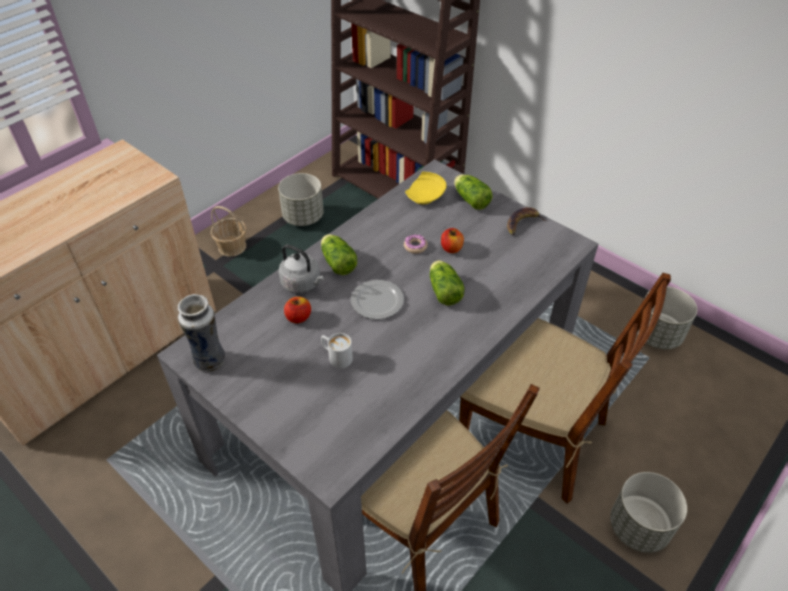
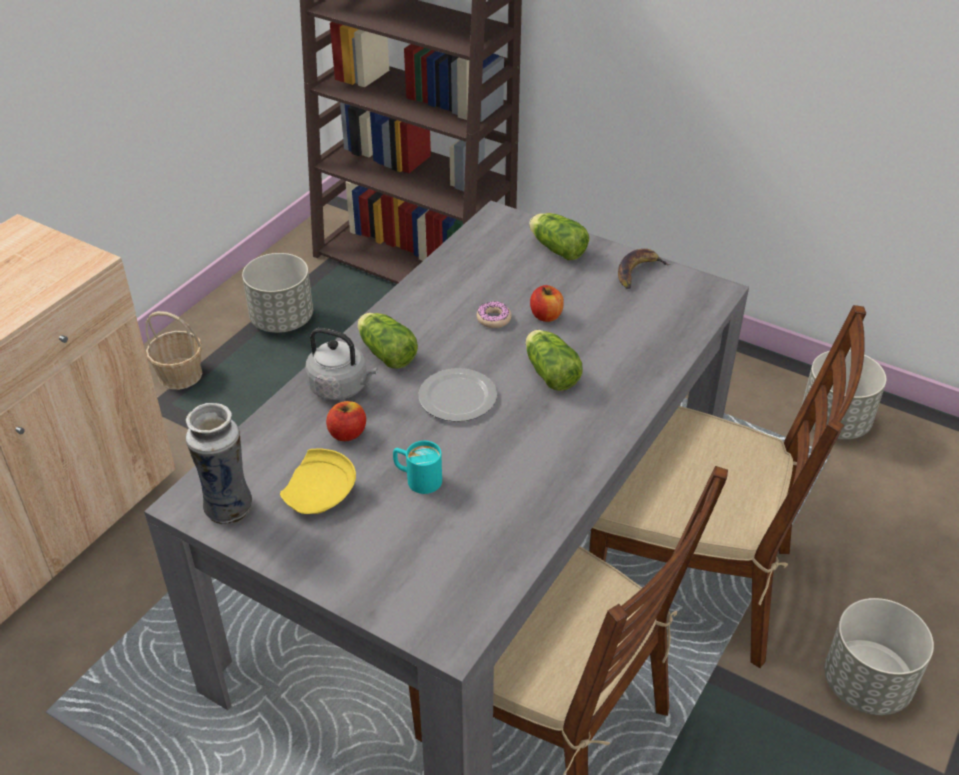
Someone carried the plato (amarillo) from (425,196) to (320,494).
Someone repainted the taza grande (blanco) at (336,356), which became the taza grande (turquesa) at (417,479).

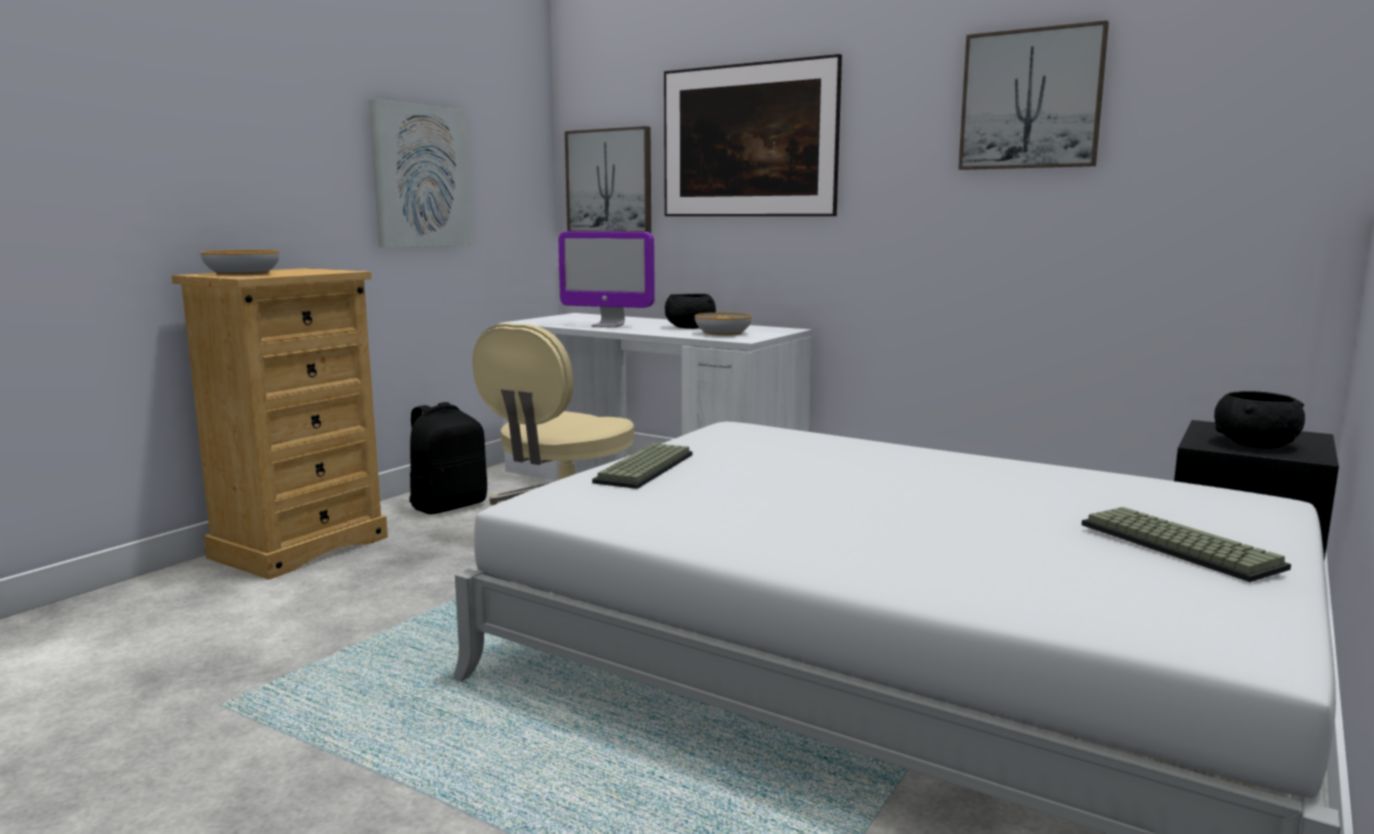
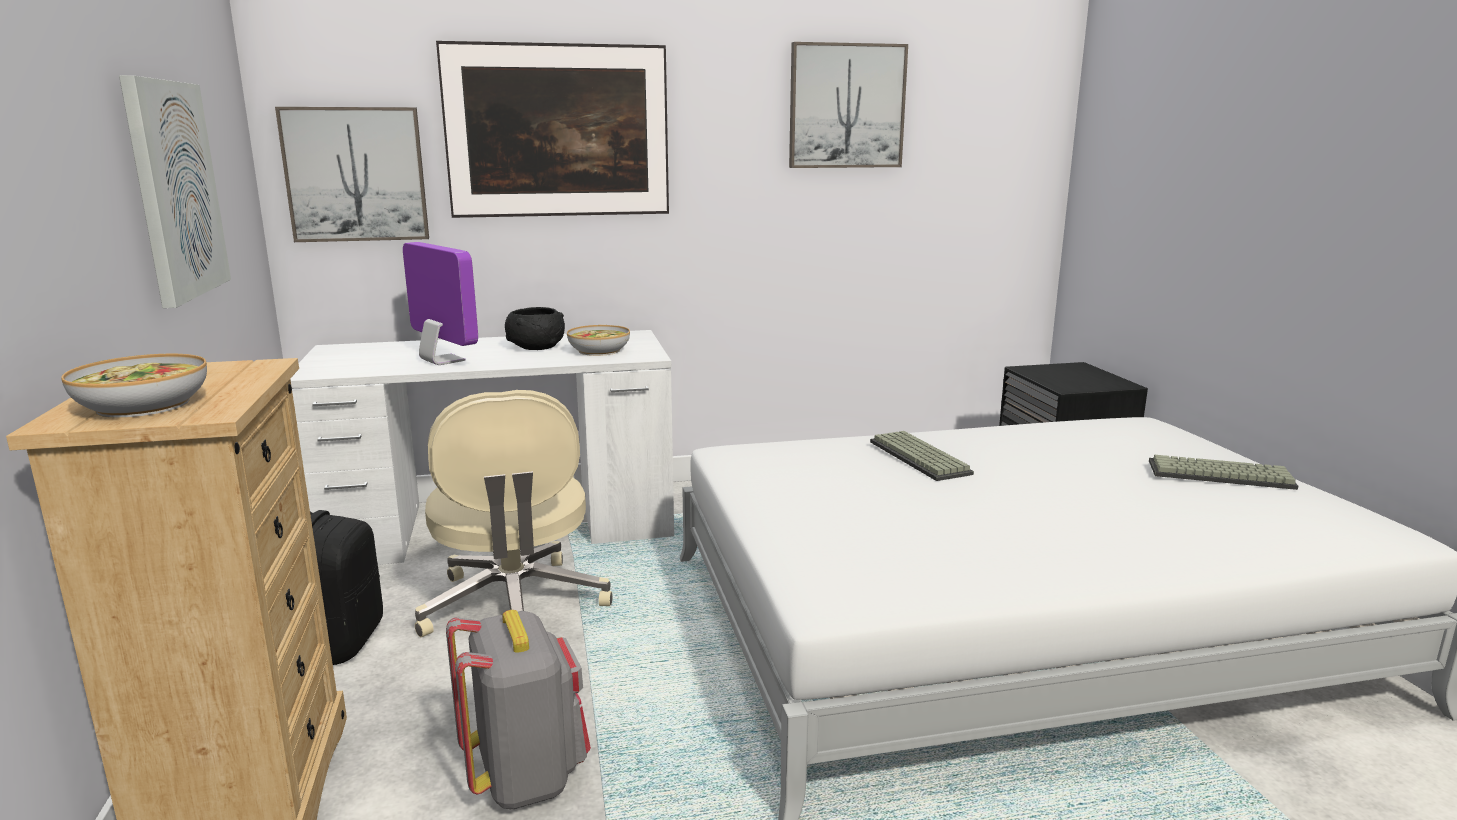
Someone rotated the monitor at (608,325) by 105 degrees counterclockwise.
Someone put down the mochila (gris) at (526,776).
Someone carried the teclado from (646,469) to (921,457).
Someone took away the cuenco (negro) at (1255,443).

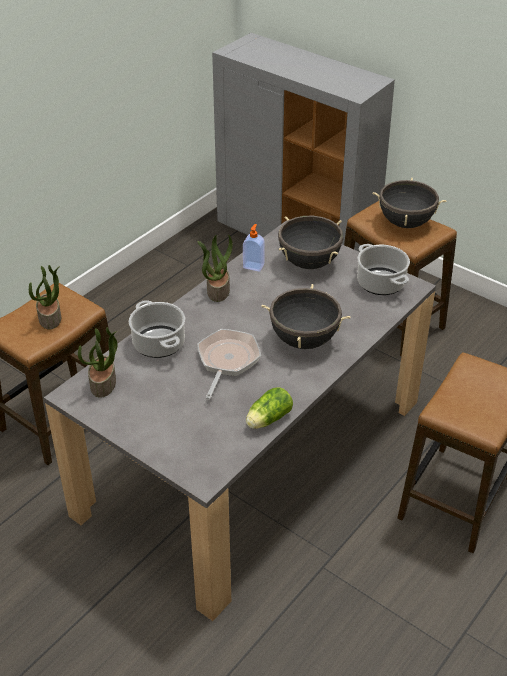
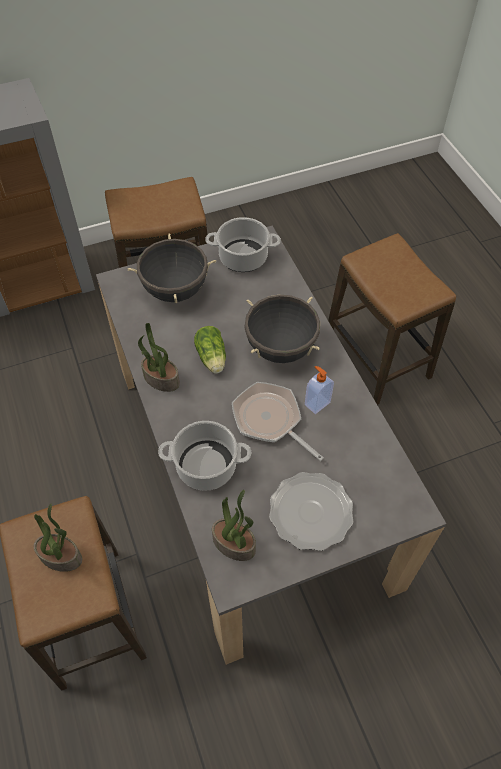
Someone carried the lechuga from (267,420) to (212,358).
Someone put down the plato at (310,512).
Someone carried the dispensador de jabón from (253,266) to (316,403).
Someone took away the olla (negro) at (405,223).

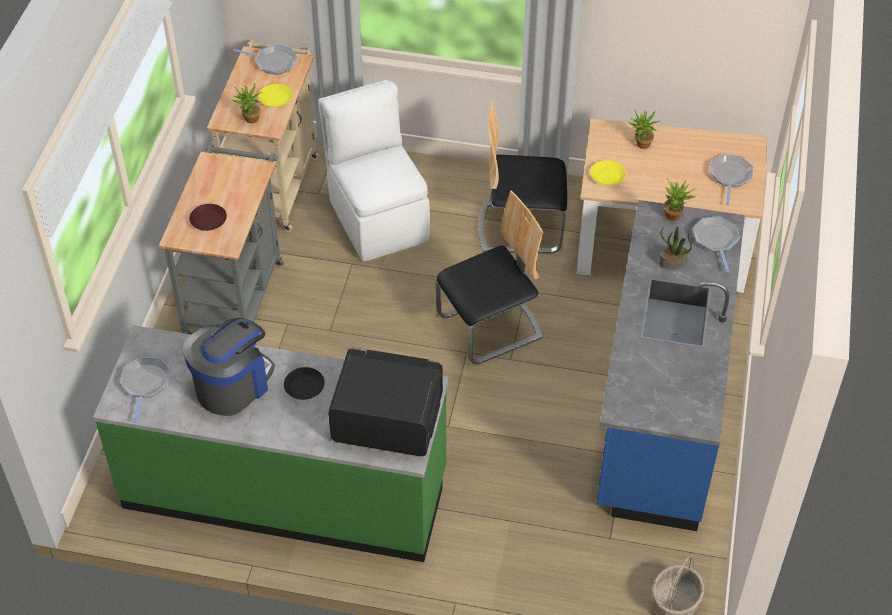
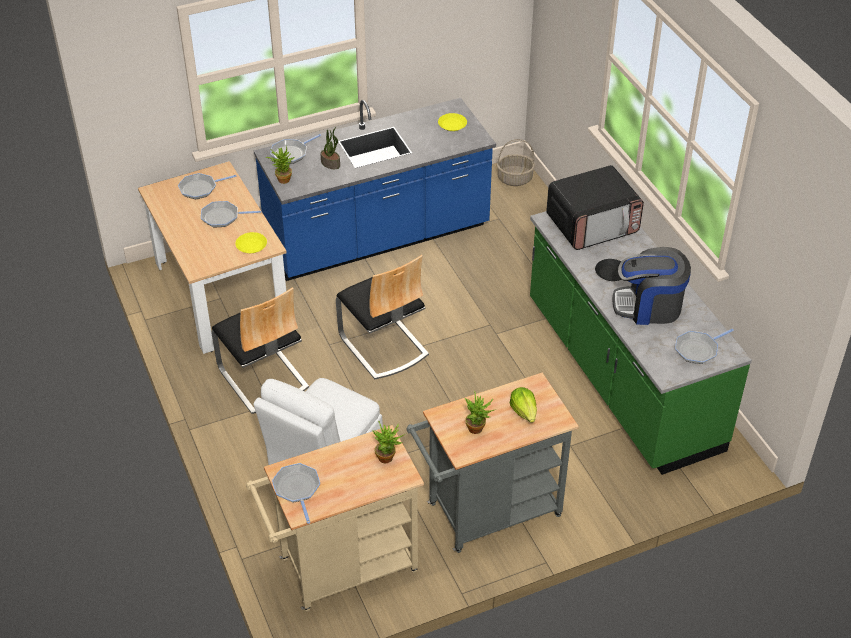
Someone put down the sartén at (222,217).
Someone rotated the silla at (490,328) by 150 degrees counterclockwise.
Someone carried the plato (amarillo) from (276,99) to (452,124).
Someone carried the planta en maceta from (641,145) to (478,429).
Someone swapped the plato (marrón) at (208,220) for the lechuga at (524,411).
Someone rotated the microondas at (386,419) by 90 degrees counterclockwise.

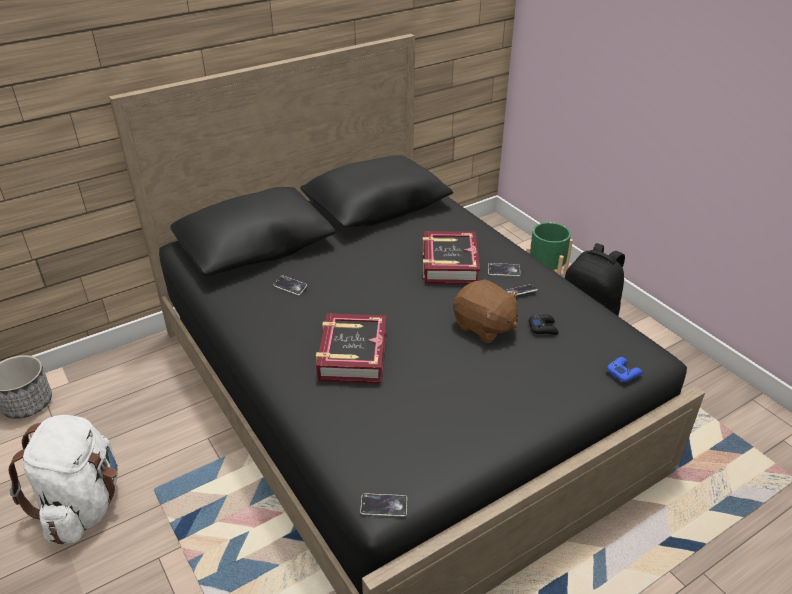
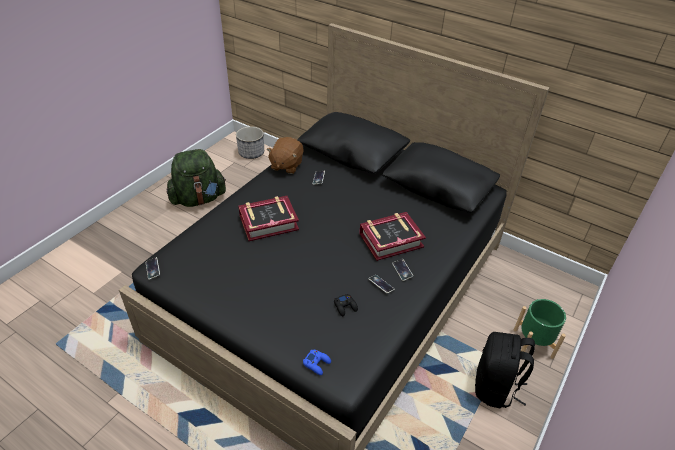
Someone repainted the mochila (blanco) at (83,505), which became the mochila (verde) at (198,199).
Someone carried the peluche (marrón) from (484,327) to (286,165).

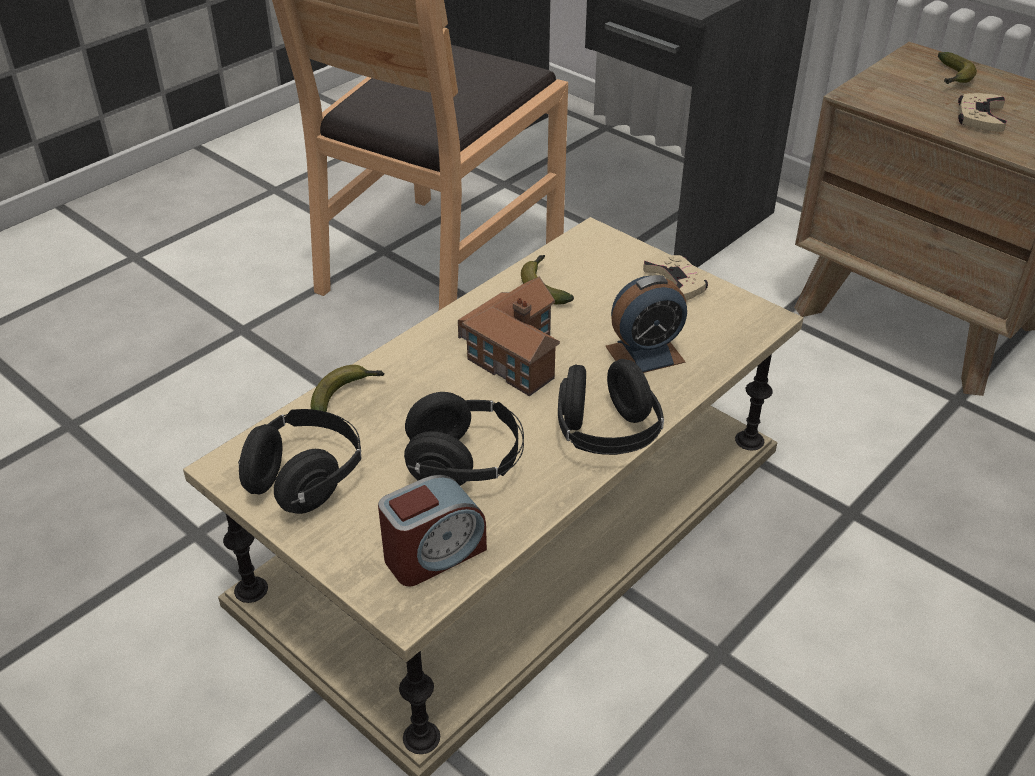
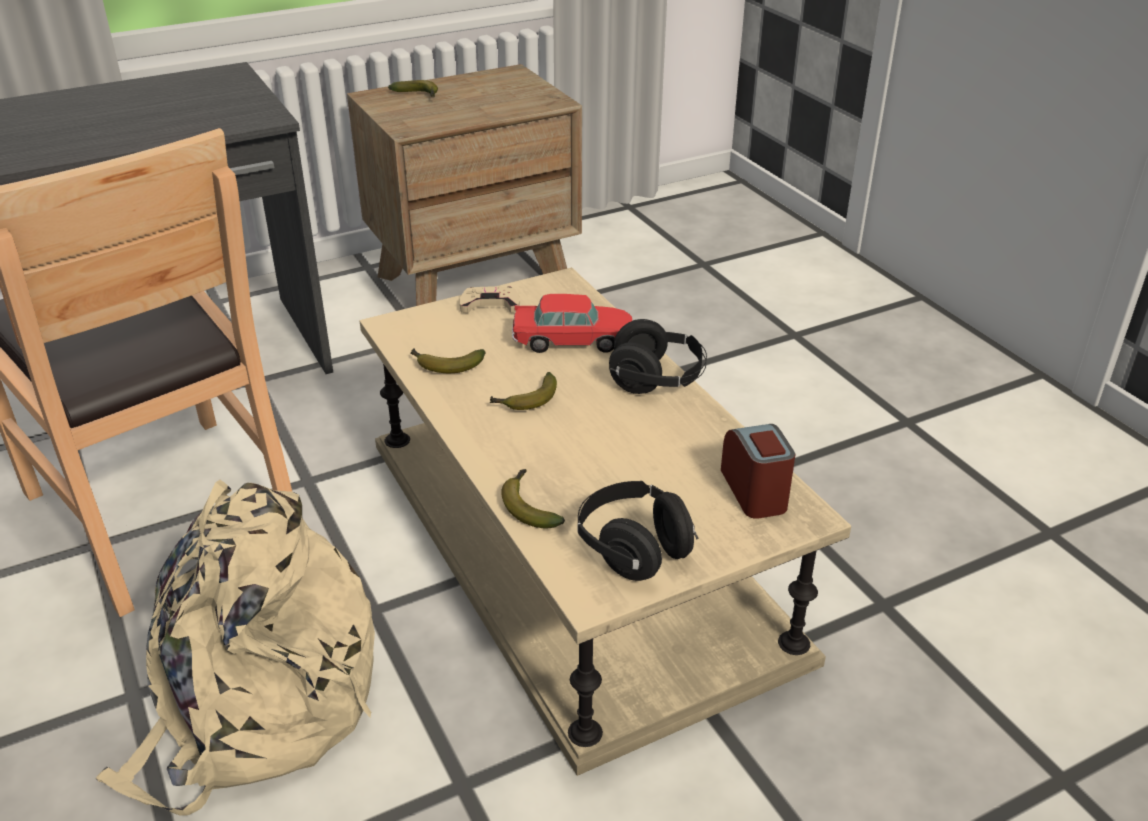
Someone put down the mochila (beis) at (257,706).
Someone swapped the casita at (513,351) for the plátano at (526,401).
Someone swapped the despertador at (645,354) for the coche de juguete at (572,340).
Someone took away the auriculares (negro) at (465,464).
Someone took away the mando de consola (beis) at (979,117).

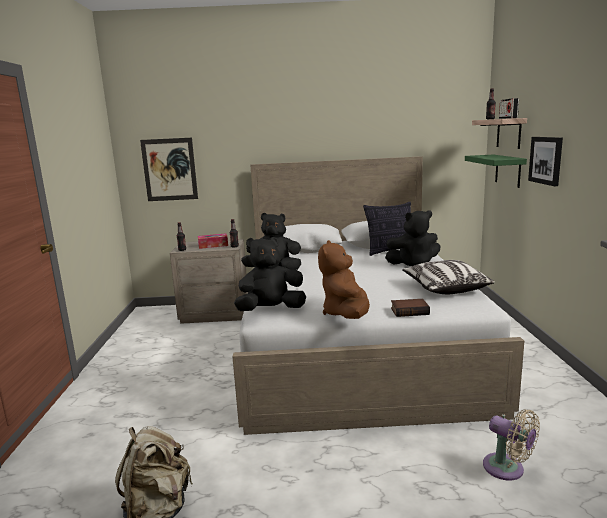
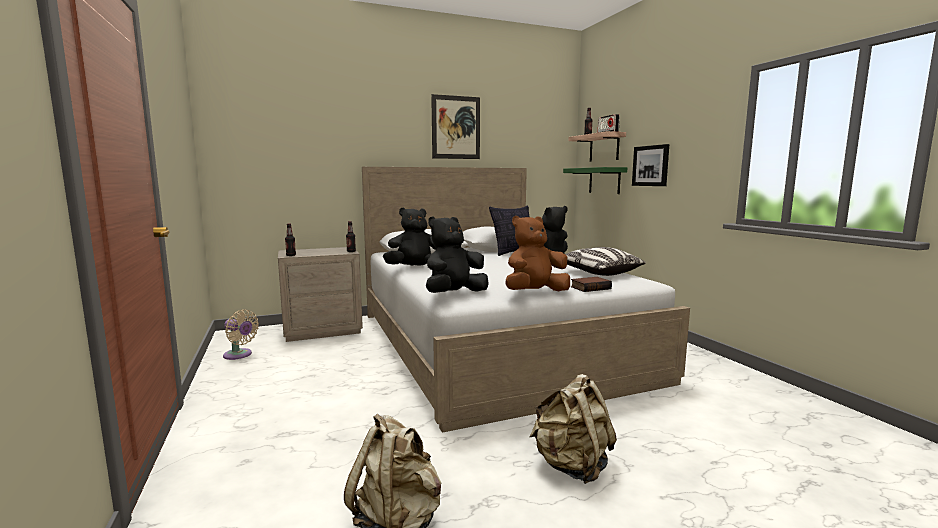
Someone carried the ventilador (beis) from (507,469) to (239,355).
Someone carried the cuadro from (169,169) to (456,127).
Someone rotated the peluche (marrón) at (346,314) by 75 degrees clockwise.
Someone put down the mochila (beis) at (572,466).
Someone took away the caja de pañuelos at (213,245).

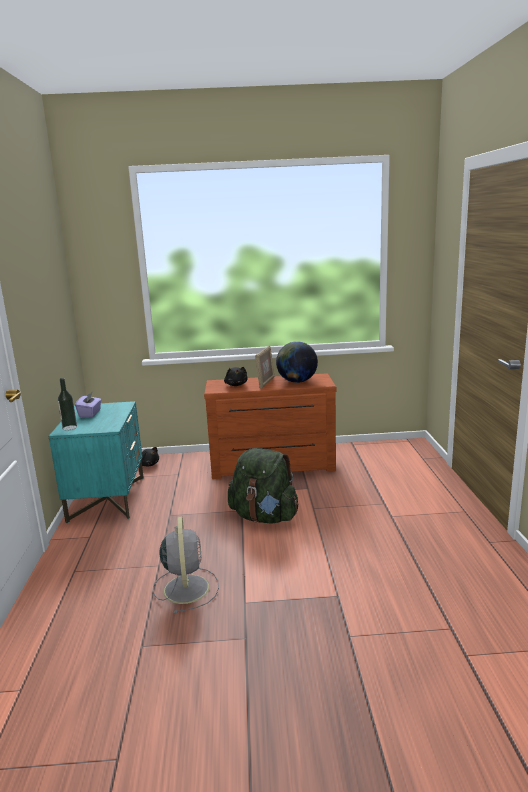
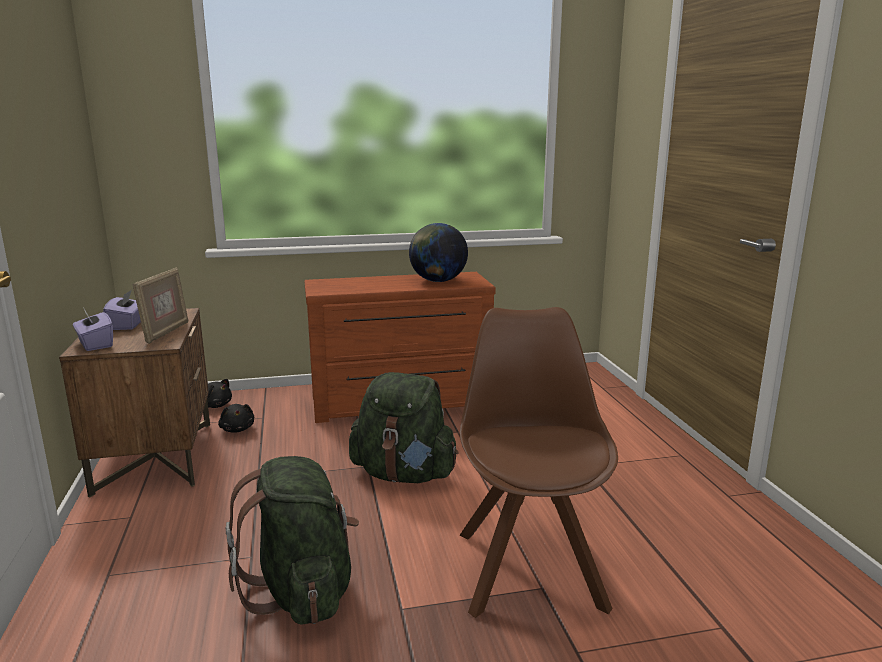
Someone repainted the mesita de noche (turquesa) at (107,498), which became the mesita de noche (marrón) at (155,457).
Someone swapped the botella at (69,428) for the caja de pañuelos (morado) at (95,344).
Someone carried the portarretratos from (265,383) to (165,332).
Someone carried the peluche (negro) from (236,385) to (237,429).
Someone swapped the ventilador (gris) at (186,587) for the mochila (verde) at (302,590).
Someone put down the silla (marrón) at (529,566).

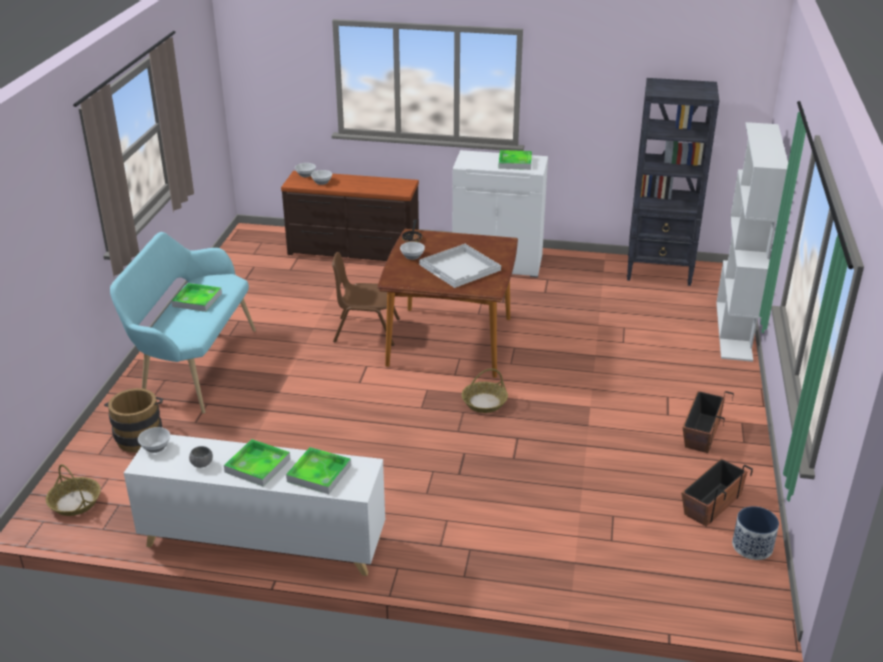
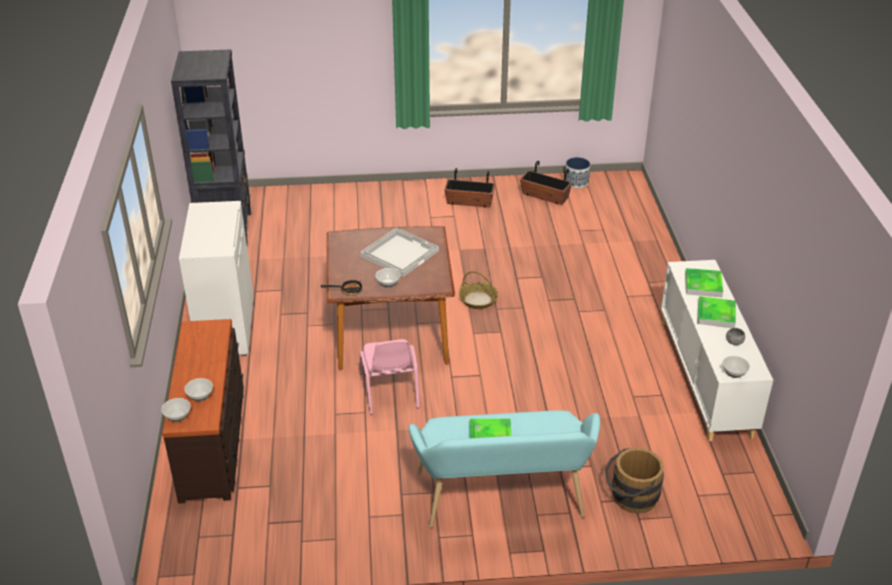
Someone repainted the silla (marrón) at (366,331), which became the silla (rosa) at (389,390).
Someone took away the cesta at (75,502).
Someone took away the bandeja at (515,162).
Someone took away the estantería (blanco) at (734,331).

